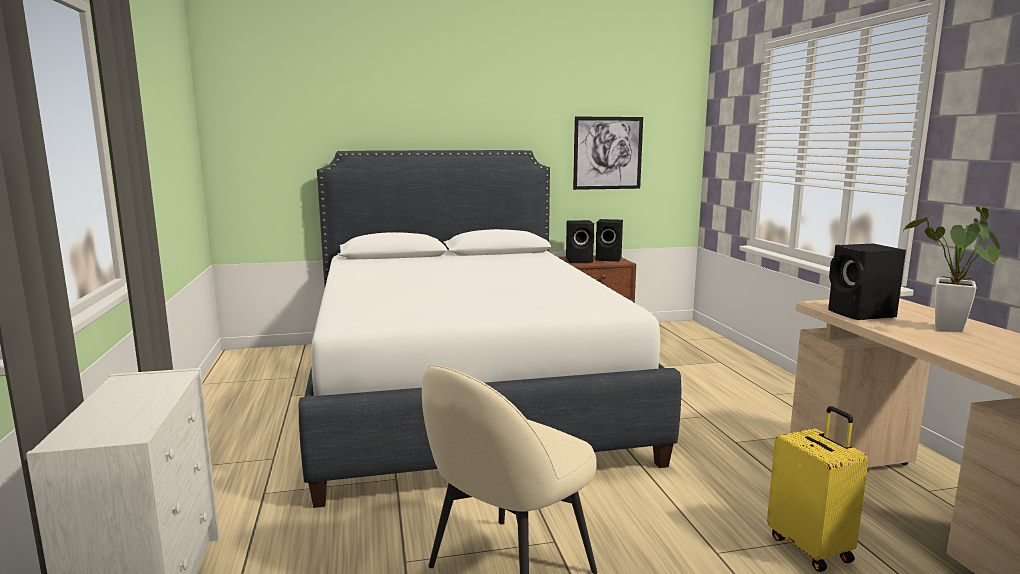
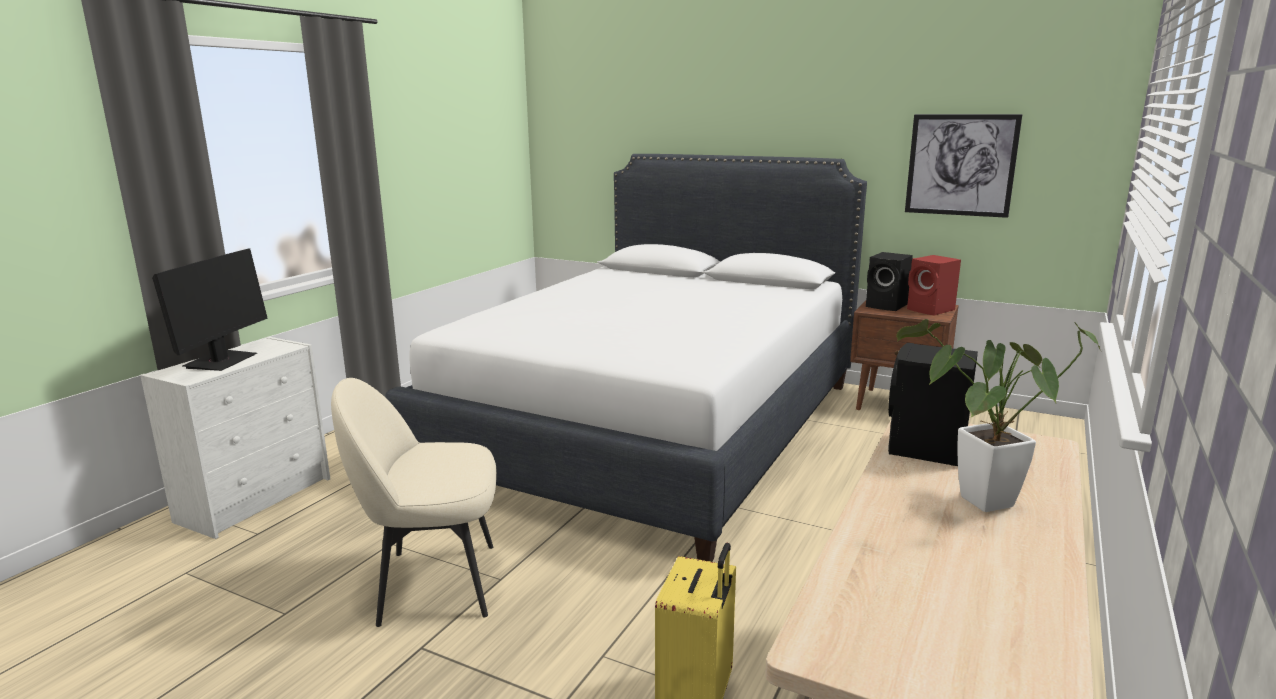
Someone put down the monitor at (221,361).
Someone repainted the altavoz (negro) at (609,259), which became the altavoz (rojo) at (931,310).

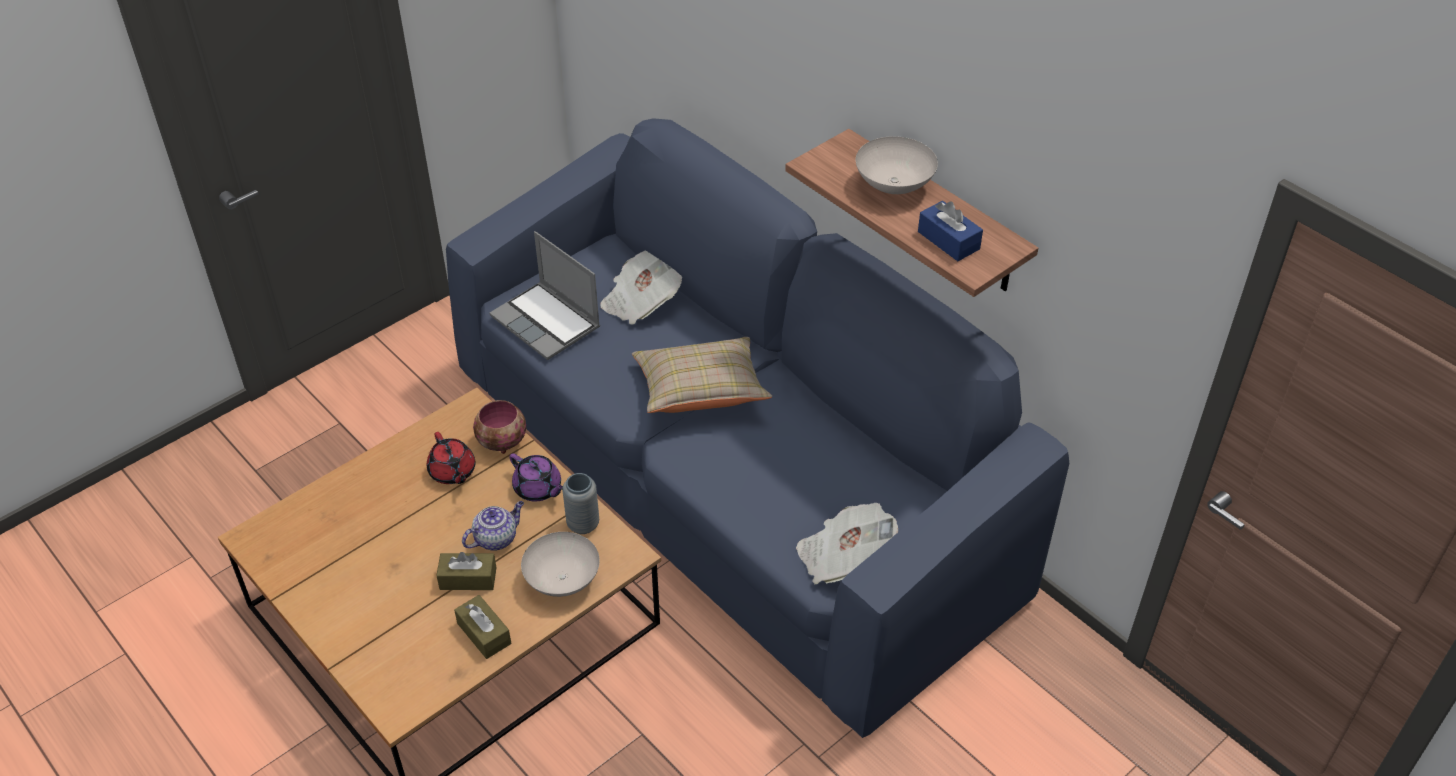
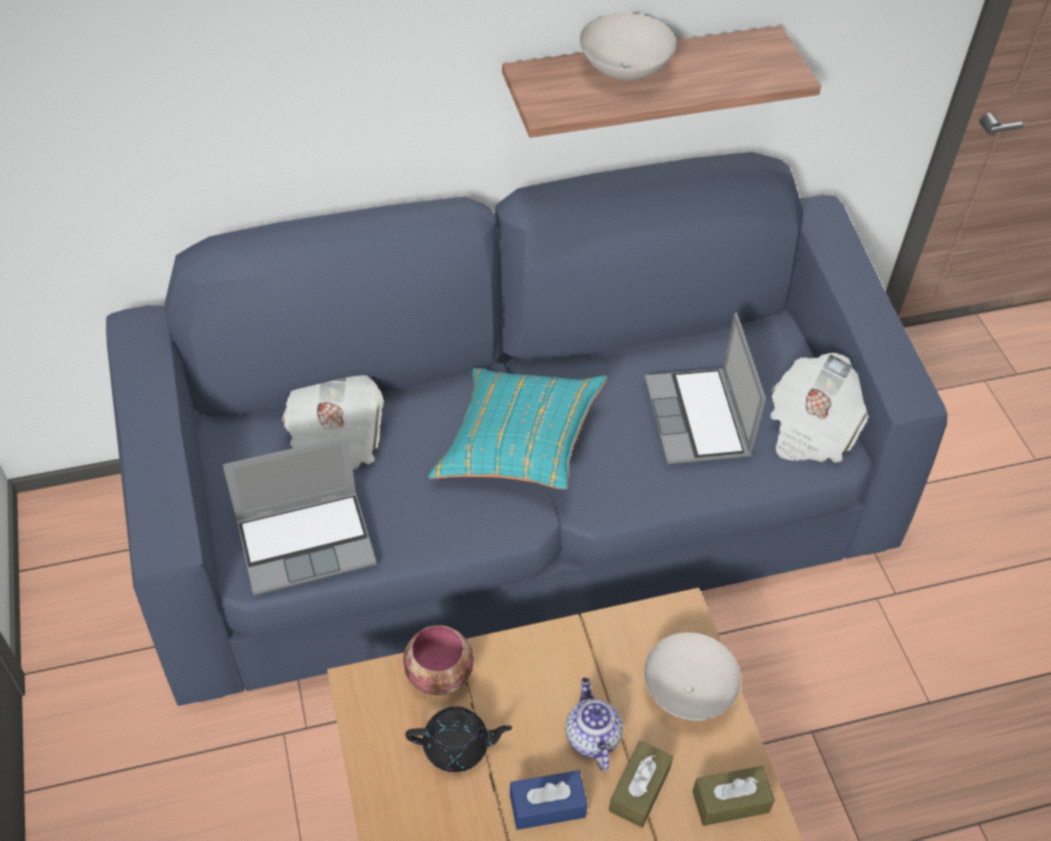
Someone repainted the tetera (rojo) at (452,472), which became the tetera (negro) at (457,747).
Someone repainted the cojín (beis) at (700,393), which became the cojín (turquesa) at (518,445).
Someone carried the caja de pañuelos (azul) from (948,240) to (547,806).
Someone put down the portátil at (699,419).
Someone took away the tetera (morado) at (538,488).
Someone took away the florero (gris) at (583,524).

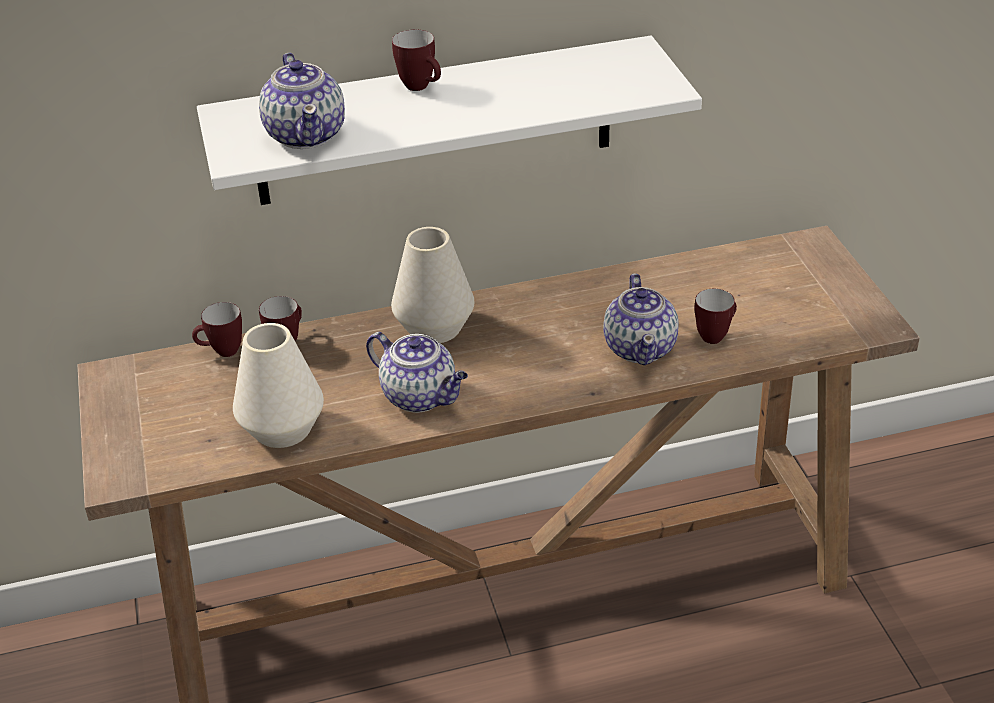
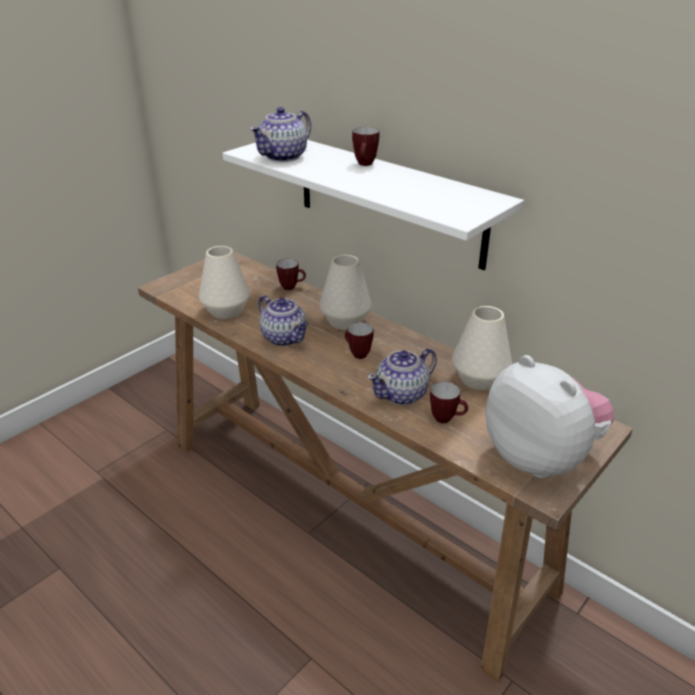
Someone rotated the tetera at (421,396) by 45 degrees counterclockwise.
Someone carried the taza grande from (222,352) to (357,354).
Someone put down the florero (blanco) at (479,379).
Someone put down the peluche at (540,457).

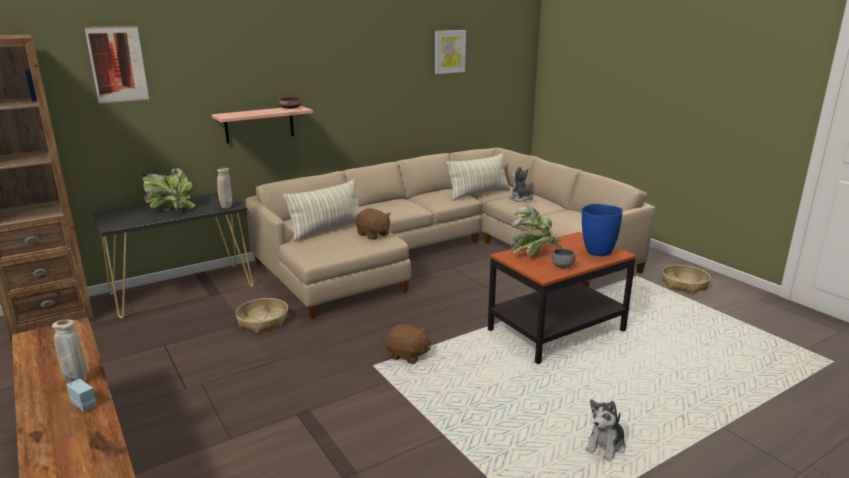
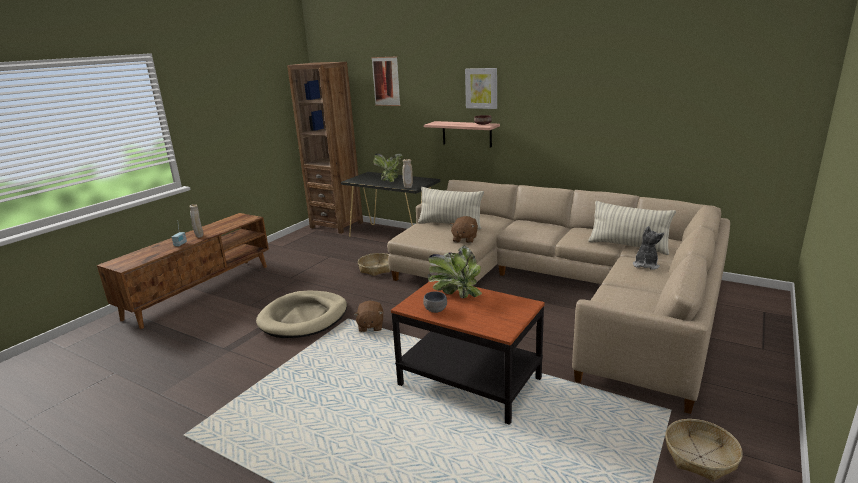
Someone put down the cama para perro (beis) at (304,317).
Someone carried the cuadro from (449,51) to (481,88).
Someone took away the florero (azul) at (597,252).
Someone took away the peluche at (605,446).

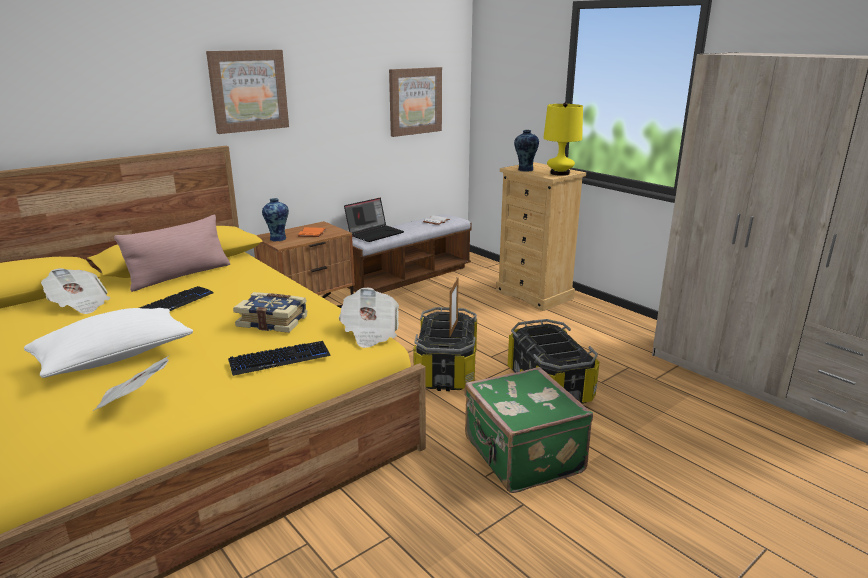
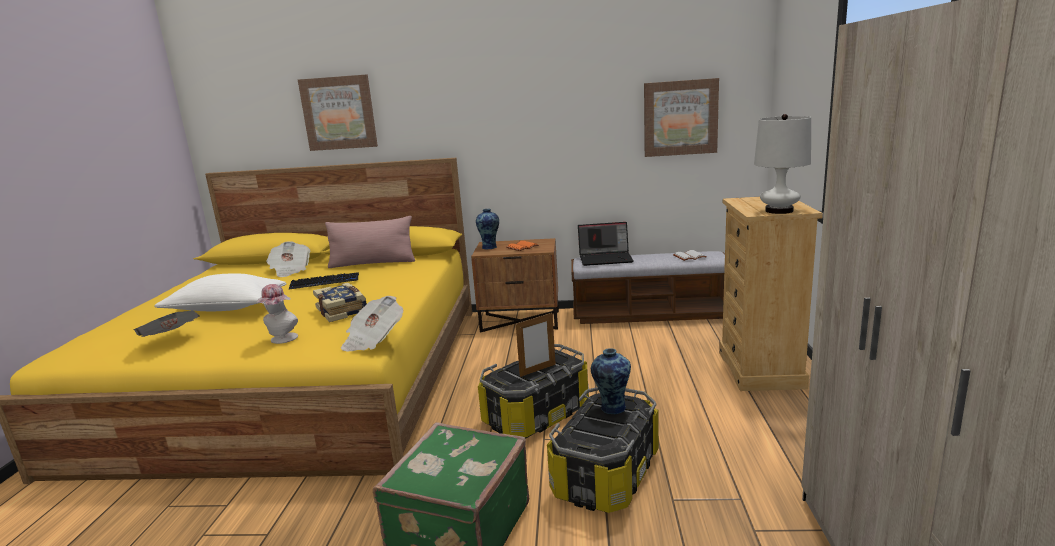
Someone swapped the teclado at (280,359) for the sombrero at (282,339).
Someone carried the cuadro from (248,91) to (339,113).
Someone carried the florero from (524,170) to (611,408).
Someone repainted the lámpara de mesa (amarillo) at (560,173), which became the lámpara de mesa (blanco) at (779,211).

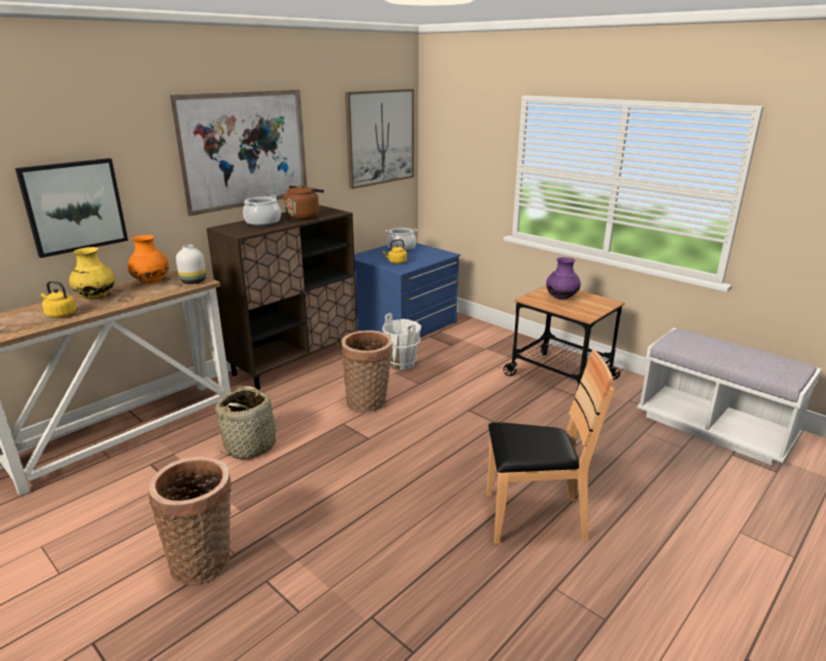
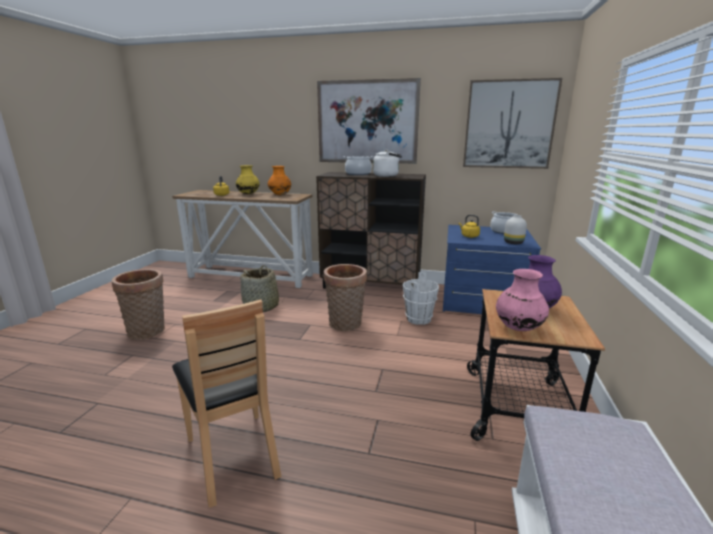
Someone repainted the hervidor (marrón) at (304,217), which became the hervidor (blanco) at (387,175).
Someone put down the florero (rosa) at (518,328).
Someone carried the florero (blanco) from (192,281) to (513,242).
Someone took away the cuadro at (74,206).

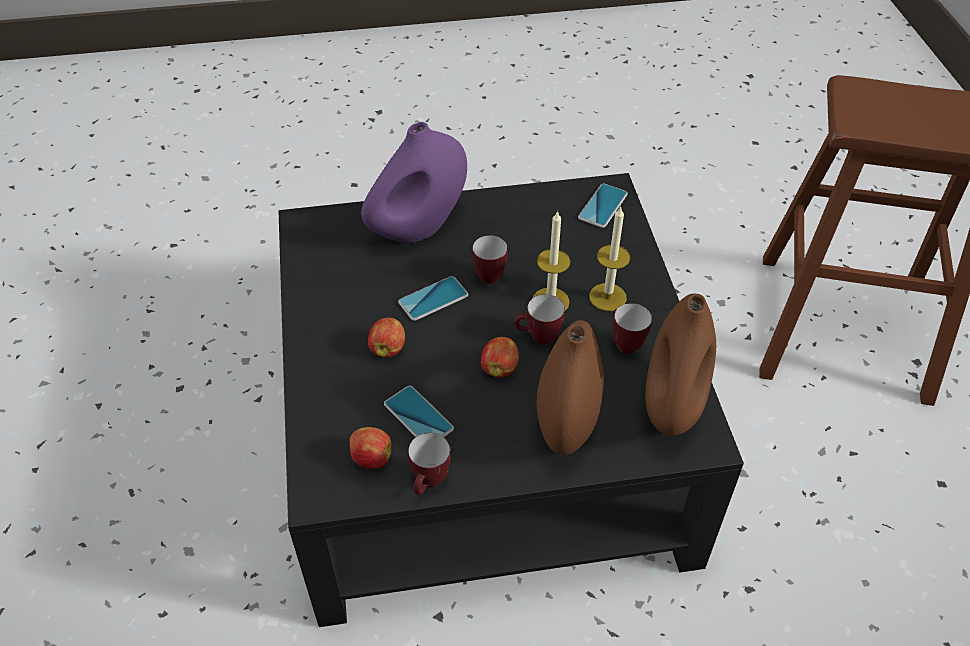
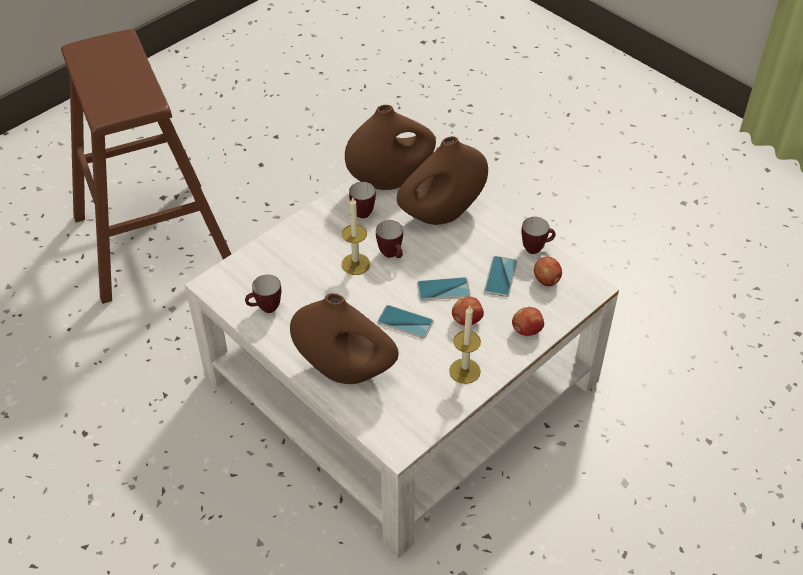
Someone repainted the mesa de centro (negro) at (485,436), which became the mesa de centro (blanco) at (401,378).
Someone carried the taza grande from (490,274) to (265,309).
Someone repainted the florero (morado) at (418,229), which became the florero (marrón) at (345,370).
Someone carried the móvil from (602,206) to (443,289).
Someone carried the vela from (607,297) to (464,371).
Someone carried the manzana from (500,368) to (526,330).

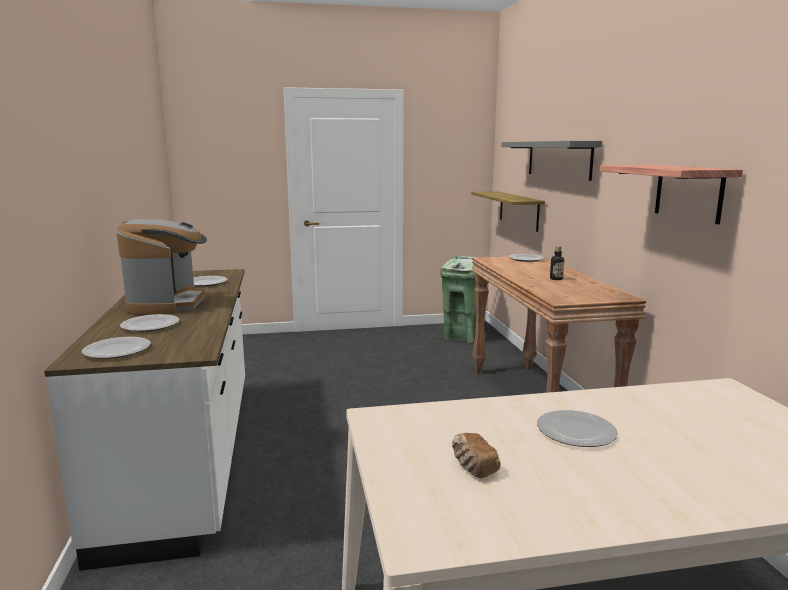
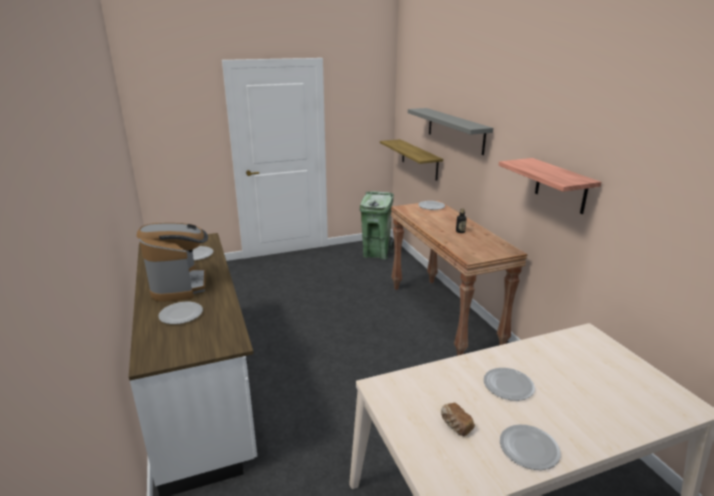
Someone carried the plato from (117,350) to (528,448).

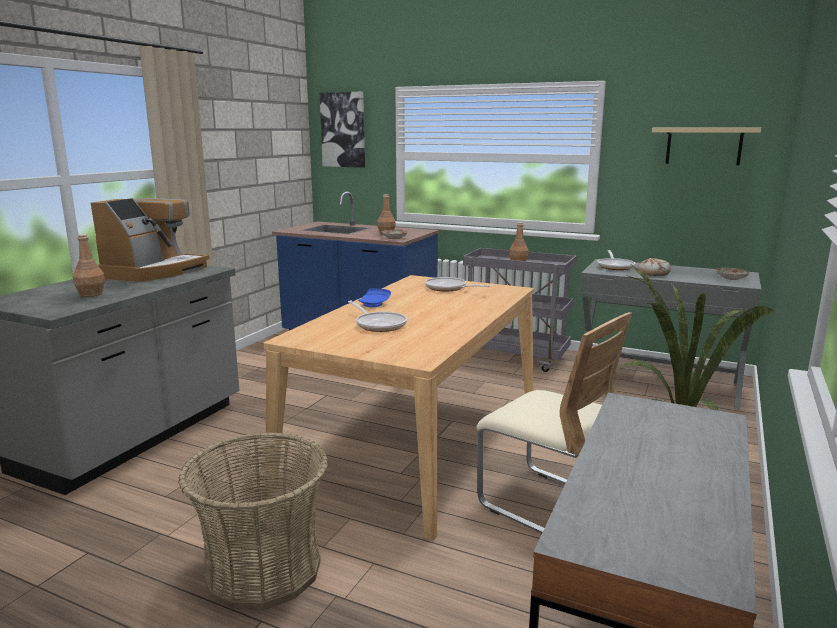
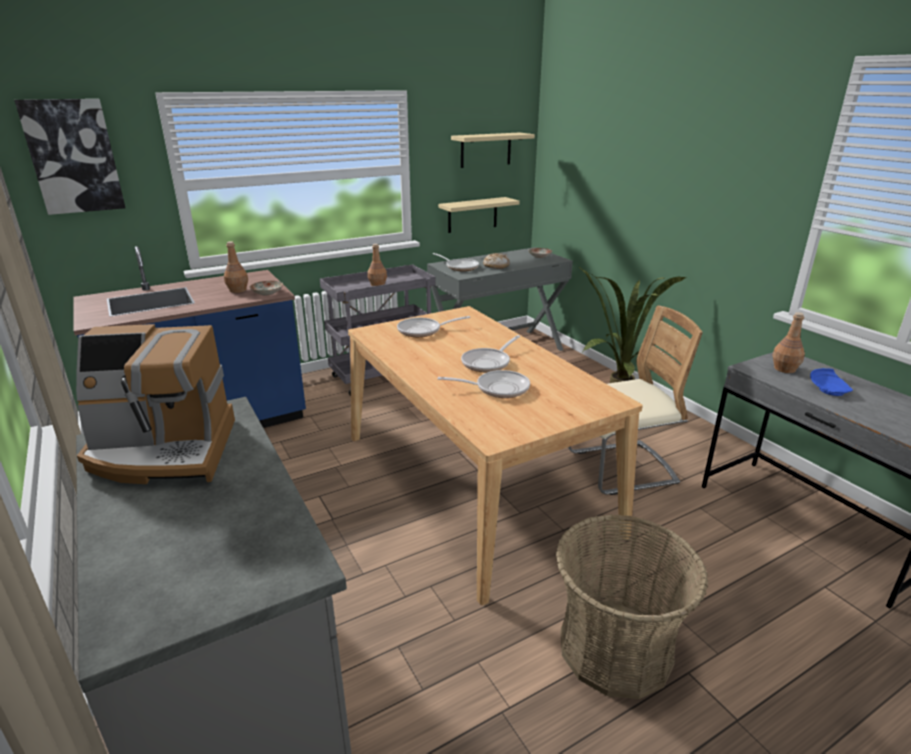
Someone rotated the cafetera at (154,271) by 120 degrees clockwise.
Someone put up the estante (beis) at (472,215).
Someone put down the sartén at (488,362).
Someone carried the botella (marrón) from (91,294) to (784,369).
Someone carried the plato (azul) from (374,304) to (828,389).

